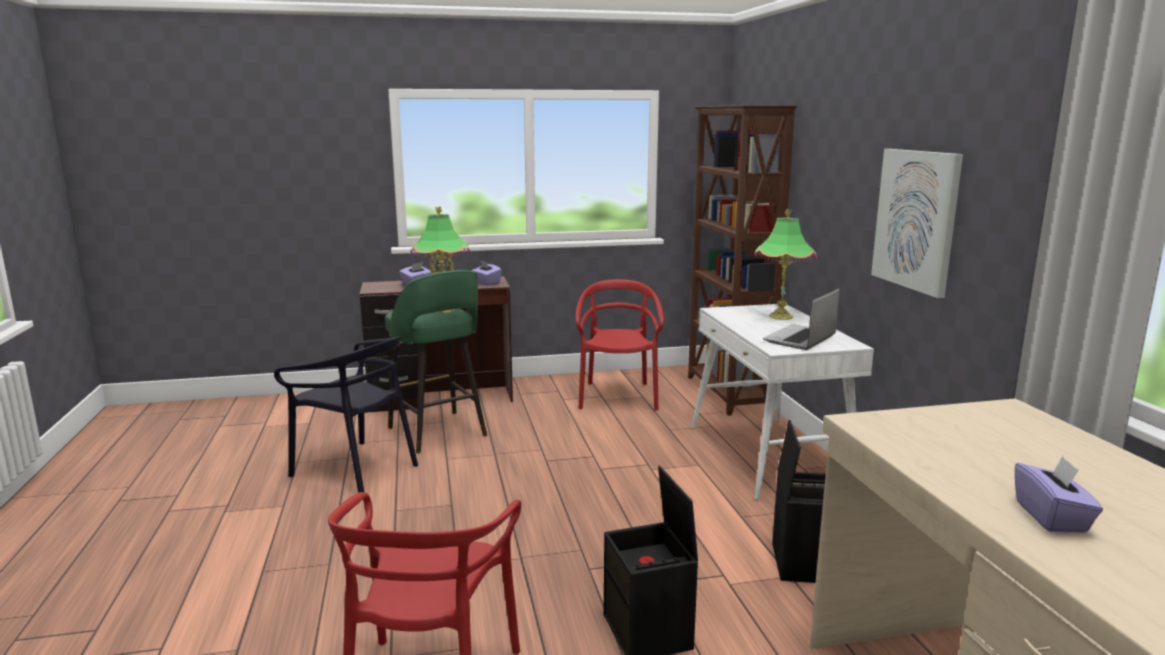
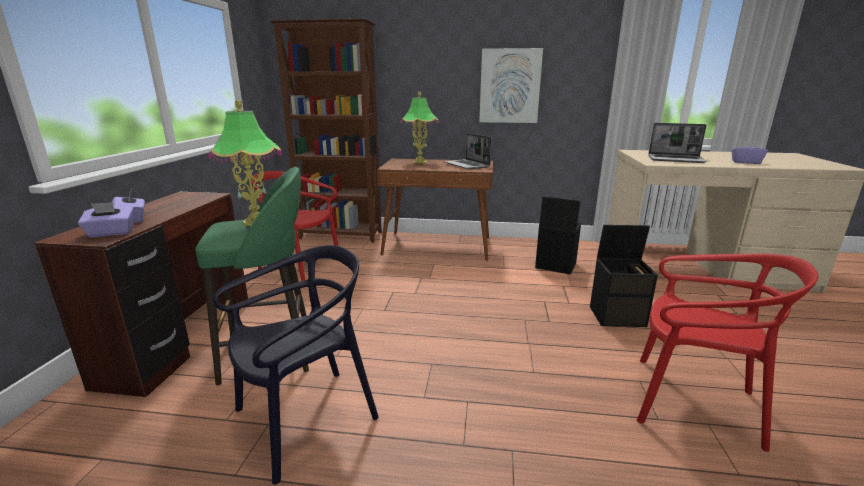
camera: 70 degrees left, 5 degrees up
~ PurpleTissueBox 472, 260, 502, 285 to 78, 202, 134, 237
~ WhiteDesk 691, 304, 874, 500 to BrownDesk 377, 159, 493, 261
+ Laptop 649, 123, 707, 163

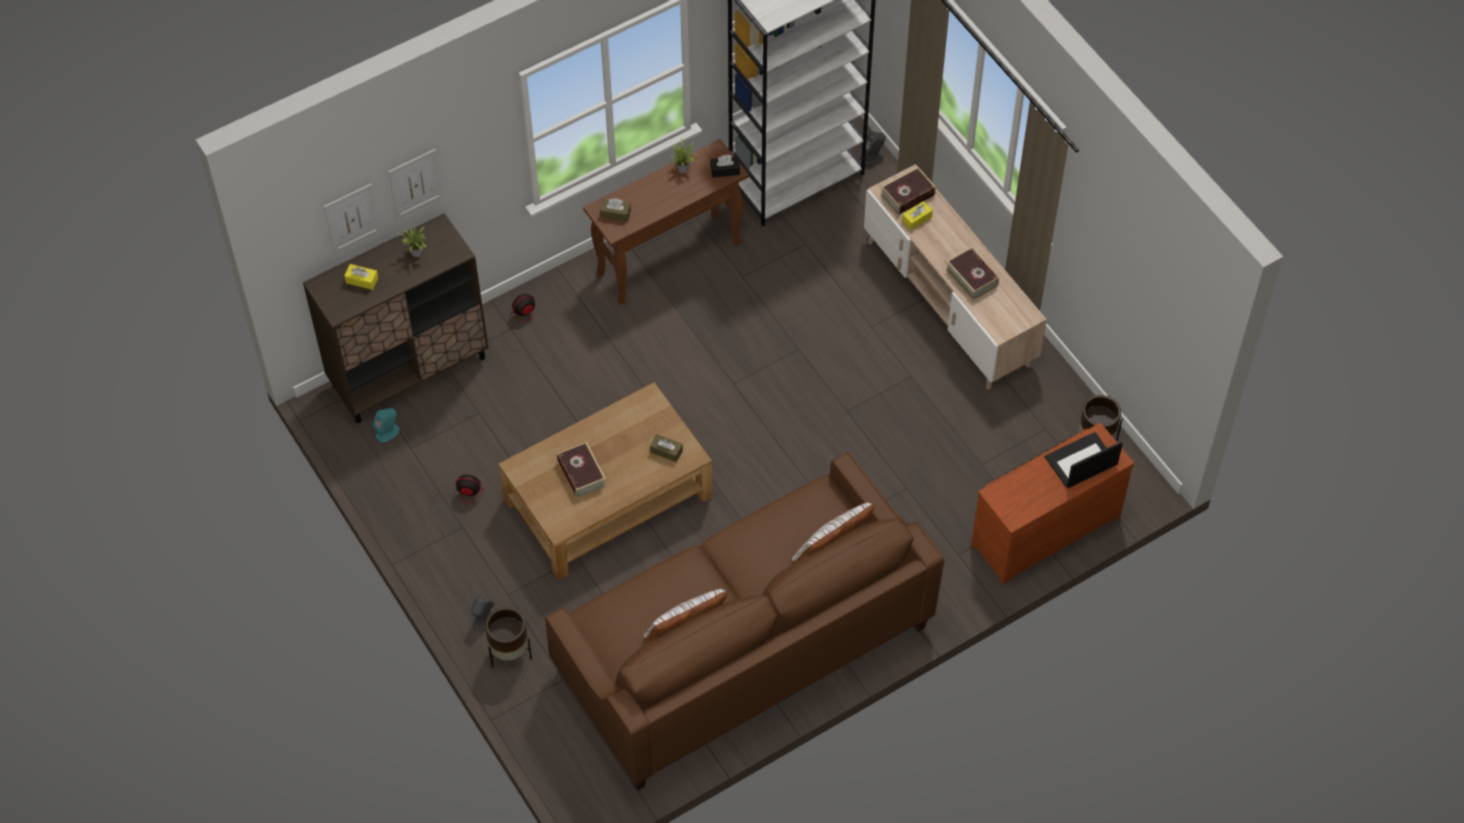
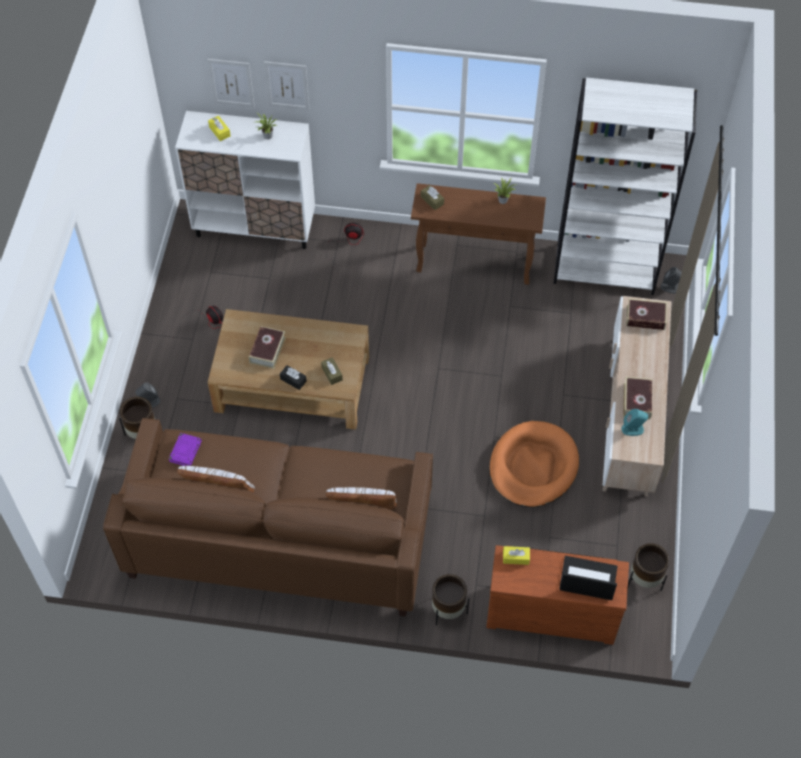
camera: 40 degrees right, 0 degrees up
+ PurpleBook 169, 433, 202, 466
~ BrownCabinet 303, 213, 489, 423 to WhiteCabinet 175, 111, 315, 249
~ BlackTissueBox 710, 155, 740, 178 to 280, 365, 307, 390
+ BrownPlanter 432, 574, 469, 625
+ OrangeDogBed 490, 421, 579, 507
~ YellowTissueBox 902, 201, 933, 230 to 503, 546, 530, 565
~ TurquoiseSpeaker 373, 408, 400, 442 to 622, 409, 648, 436

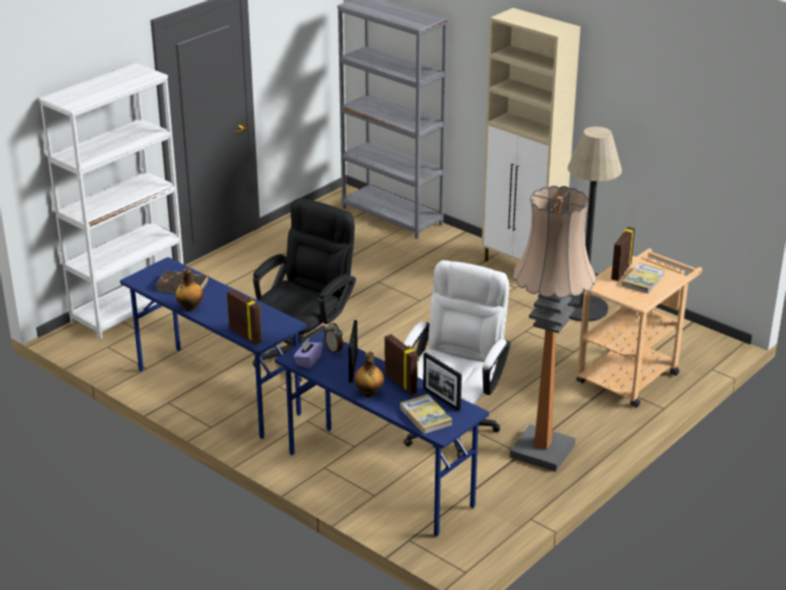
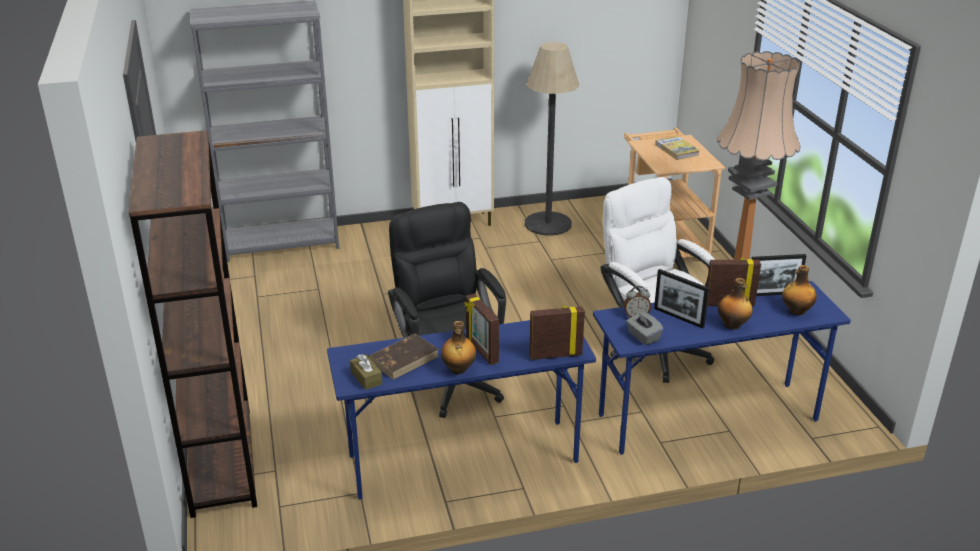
camera: 55 degrees left, 0 degrees up
~ WhiteBookcase 39, 63, 184, 340 to BrownBookcase 129, 130, 257, 518
+ BrownTissueBox 350, 354, 382, 390
~ PictureFrame 611, 227, 635, 281 to 464, 294, 499, 365
~ PurpleTissueBox 293, 338, 323, 368 to GreyTissueBox 626, 311, 664, 345
~ Book 400, 394, 453, 434 to Bottle 782, 265, 817, 315

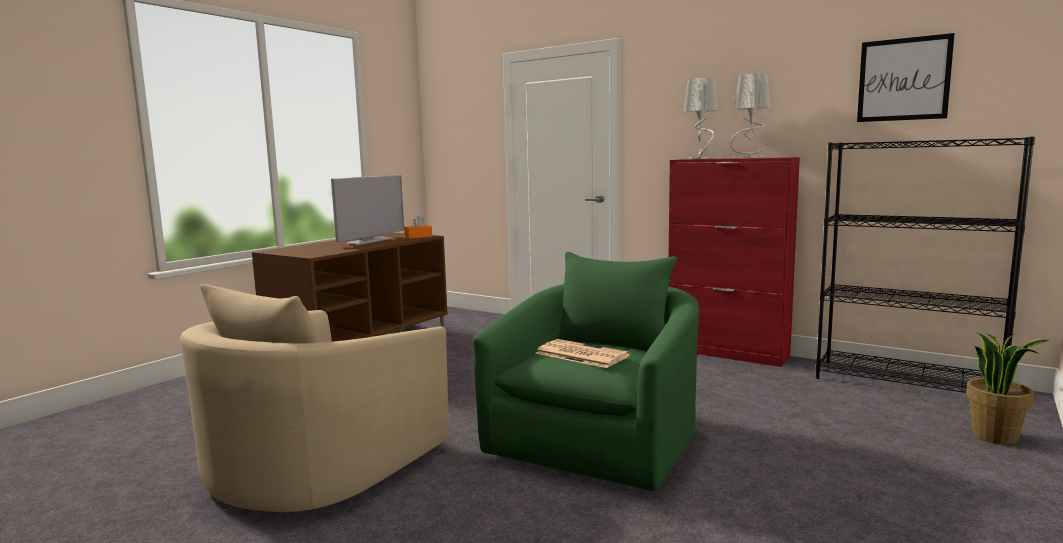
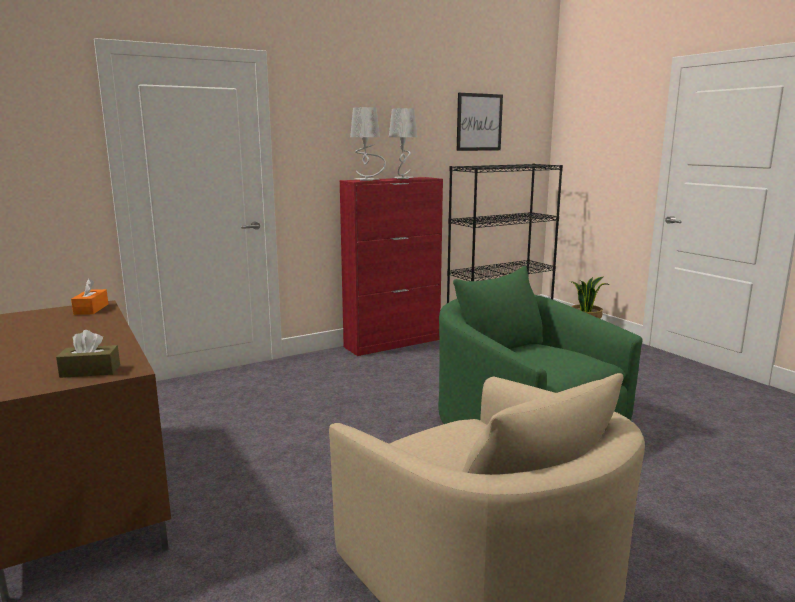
camera: 65 degrees left, 5 degrees up
+ BrownTissueBox 56, 330, 120, 378
- Television 331, 175, 404, 245
- Newspaper 535, 339, 630, 368

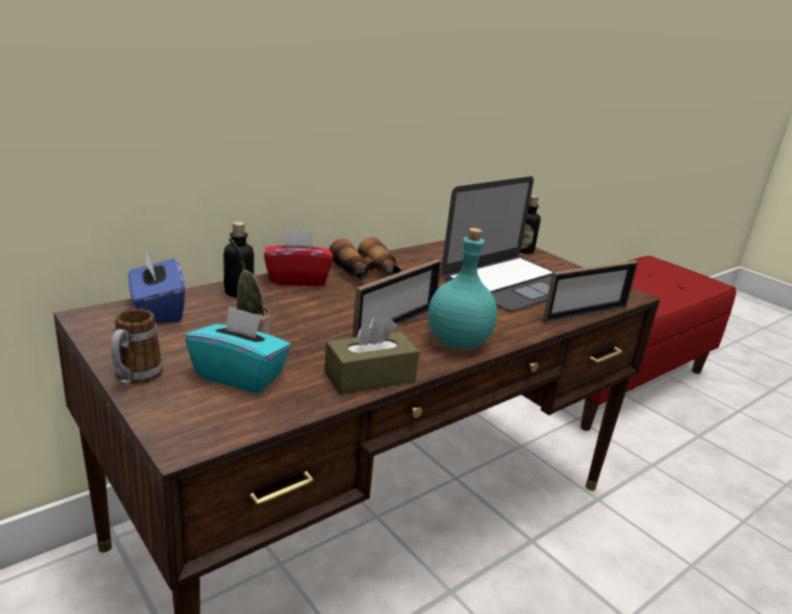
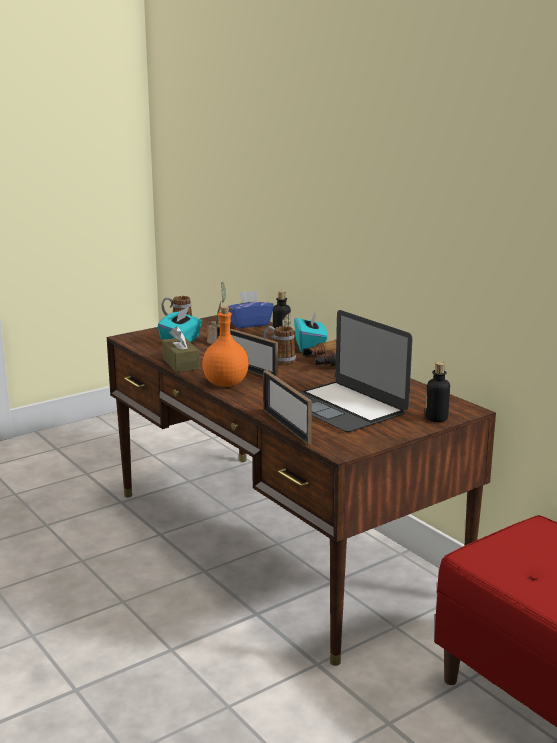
camera: 95 degrees right, 5 degrees down
~ TurquoiseBottle 428, 228, 497, 349 to OrangeBottle 202, 306, 249, 387
+ Mug 264, 326, 296, 365
~ RedTissueBox 264, 228, 333, 286 to TurquoiseTissueBox 294, 312, 328, 353

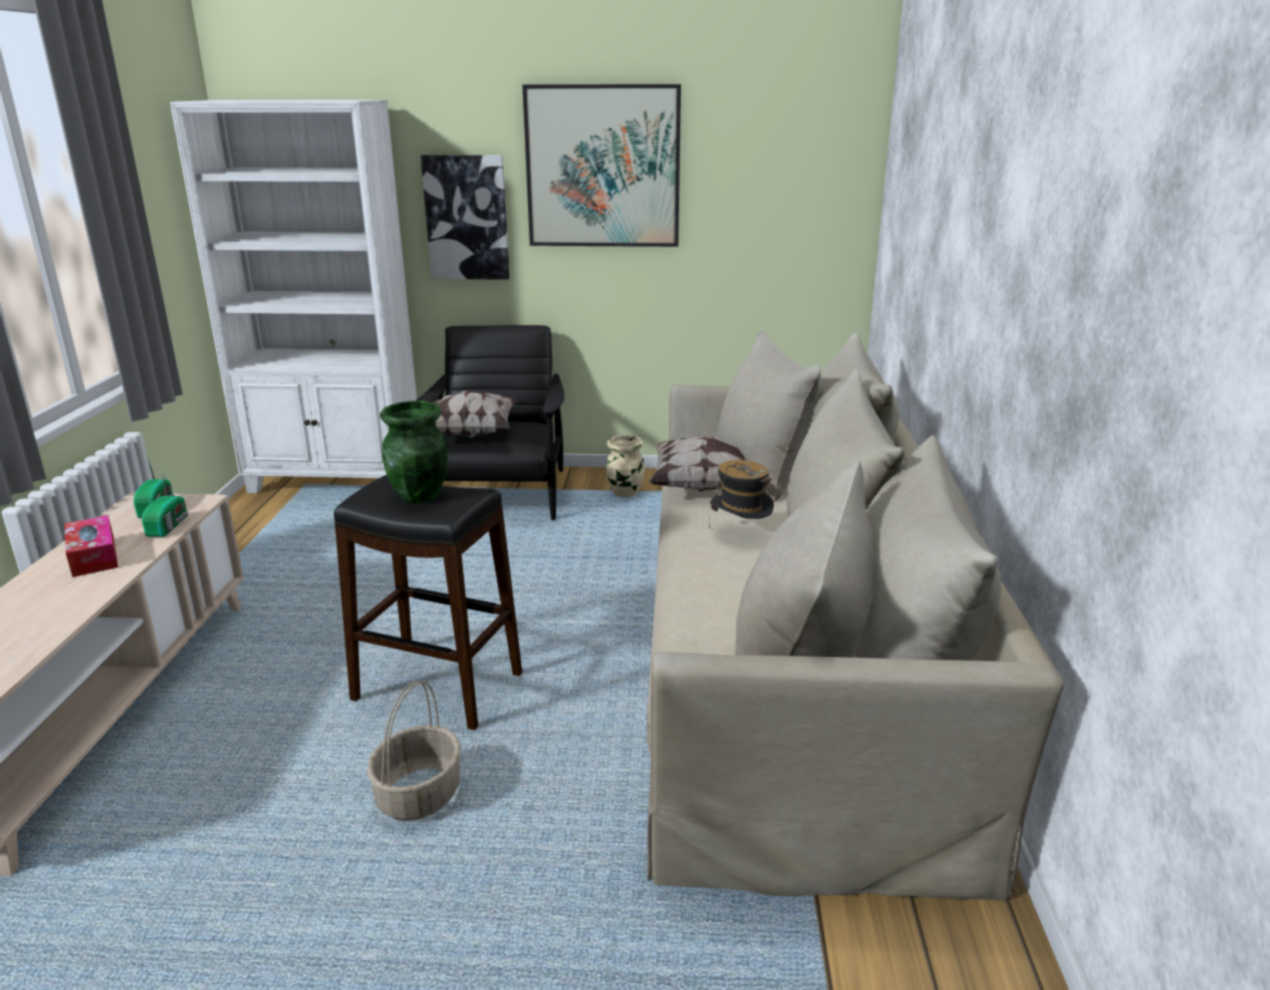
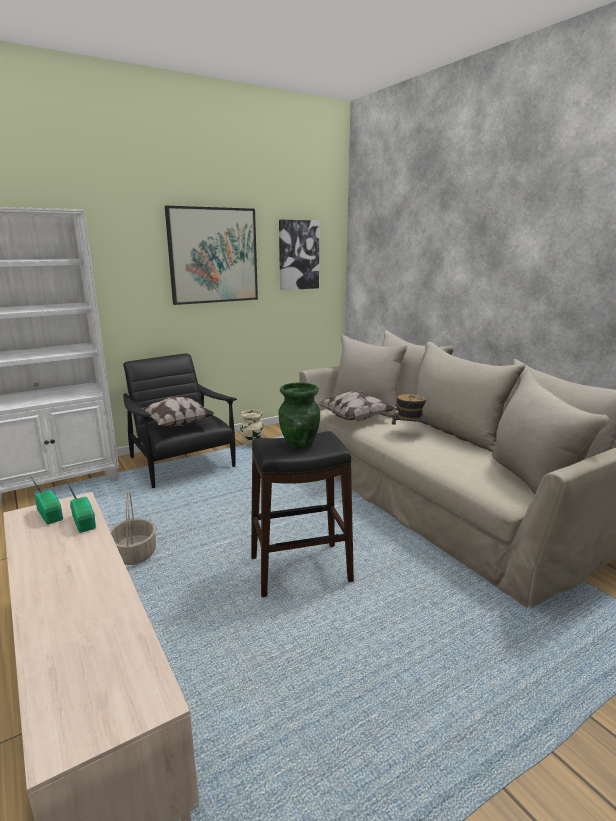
camera: 35 degrees left, 5 degrees down
~ Basket 367, 680, 461, 821 to 110, 491, 156, 565
~ Picture 421, 155, 510, 280 to 279, 220, 319, 290
- TissueBox 64, 515, 118, 577

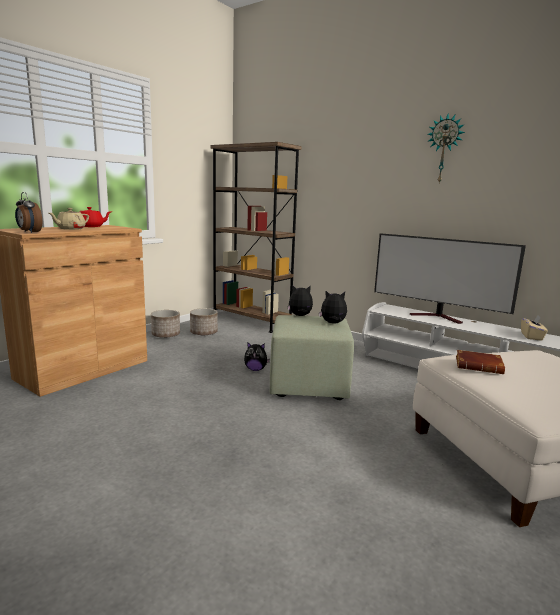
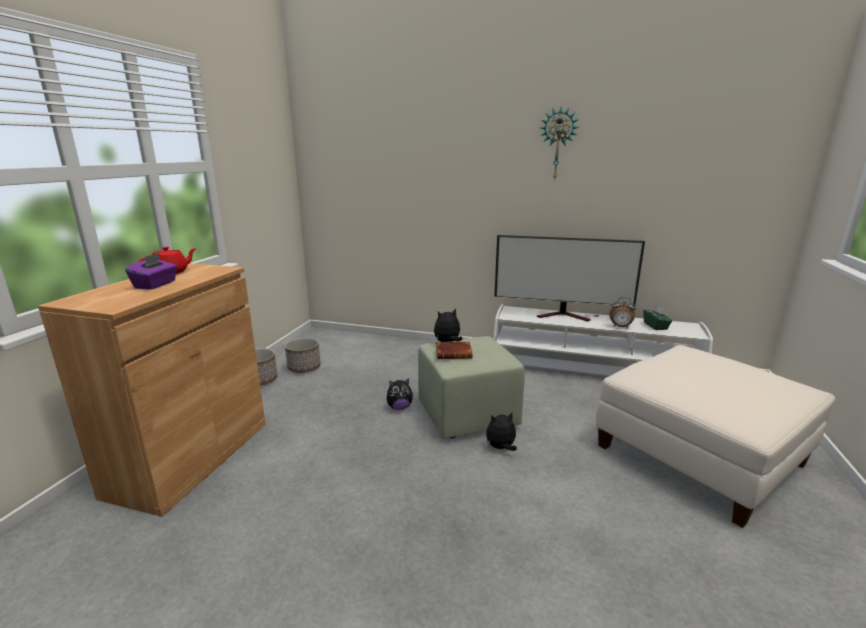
camera: 20 degrees left, 5 degrees up
~ BeigeTeapot 49, 208, 89, 230 to PurpleTissueBox 125, 253, 177, 290
~ BrownBook 456, 350, 505, 374 to 436, 341, 473, 359
~ PlushToy 319, 291, 347, 323 to 486, 413, 517, 451
~ AlarmClock 15, 192, 42, 233 to 610, 297, 636, 328
~ BeigeTissueBox 521, 316, 548, 341 to GreenTissueBox 643, 306, 672, 330
- BrownBookcase 211, 142, 301, 333

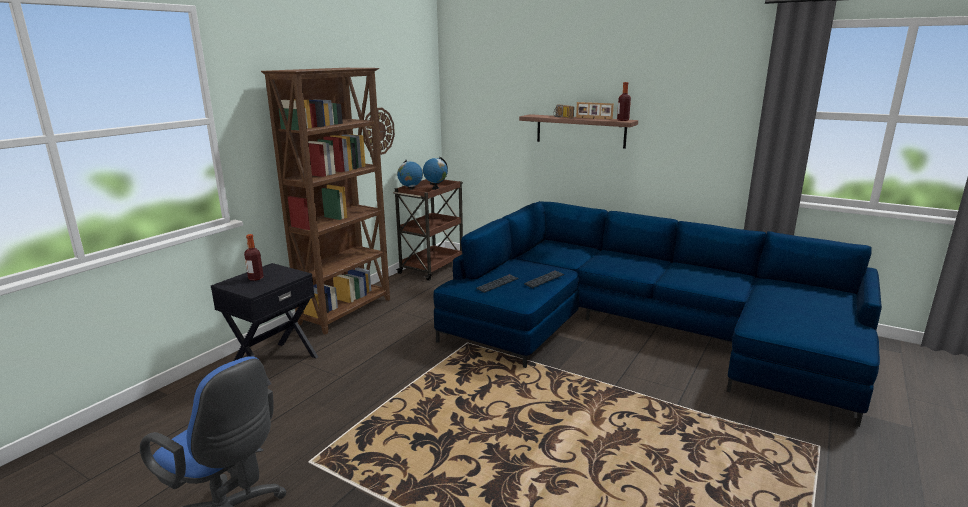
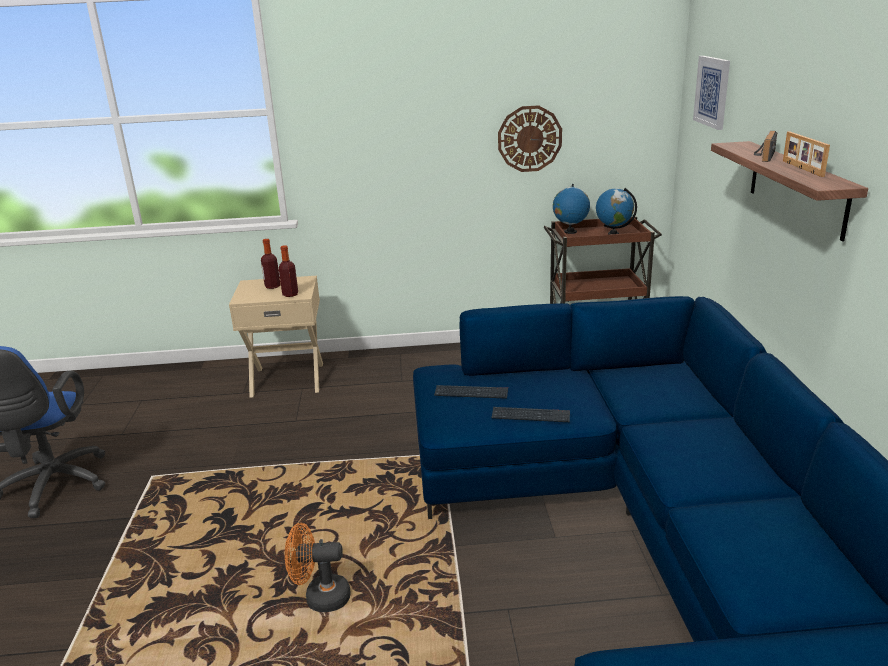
camera: 55 degrees right, 5 degrees up
~ BlackNightstand 211, 263, 318, 386 to BeigeNightstand 229, 276, 323, 398
~ Bottle 617, 82, 631, 121 to 279, 245, 298, 297
+ OrangeFan 285, 523, 350, 612
+ Picture 693, 56, 730, 130
- BrownBookcase 261, 68, 390, 335

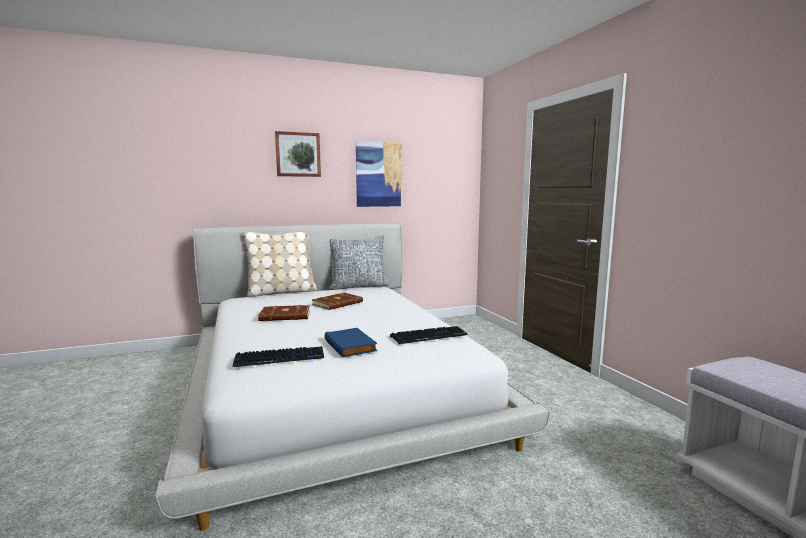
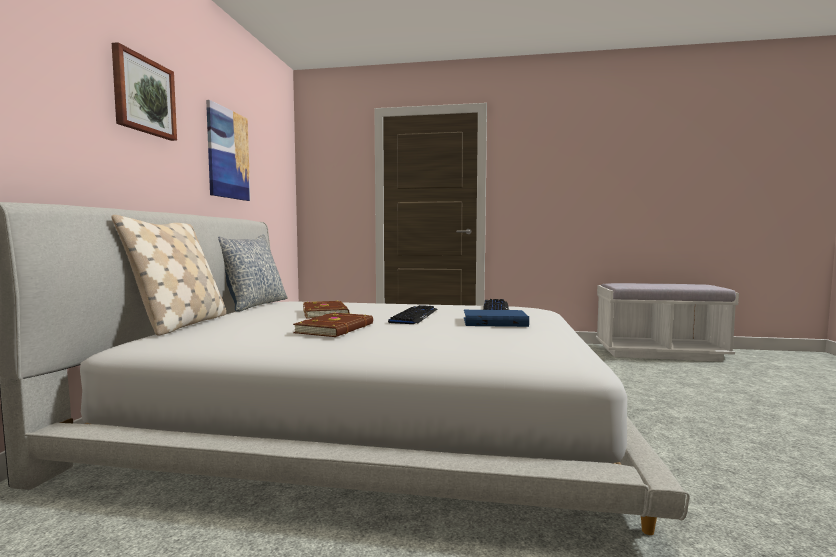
camera: 60 degrees left, 5 degrees down
~ Keyboard 232, 346, 324, 367 to 388, 305, 437, 324

